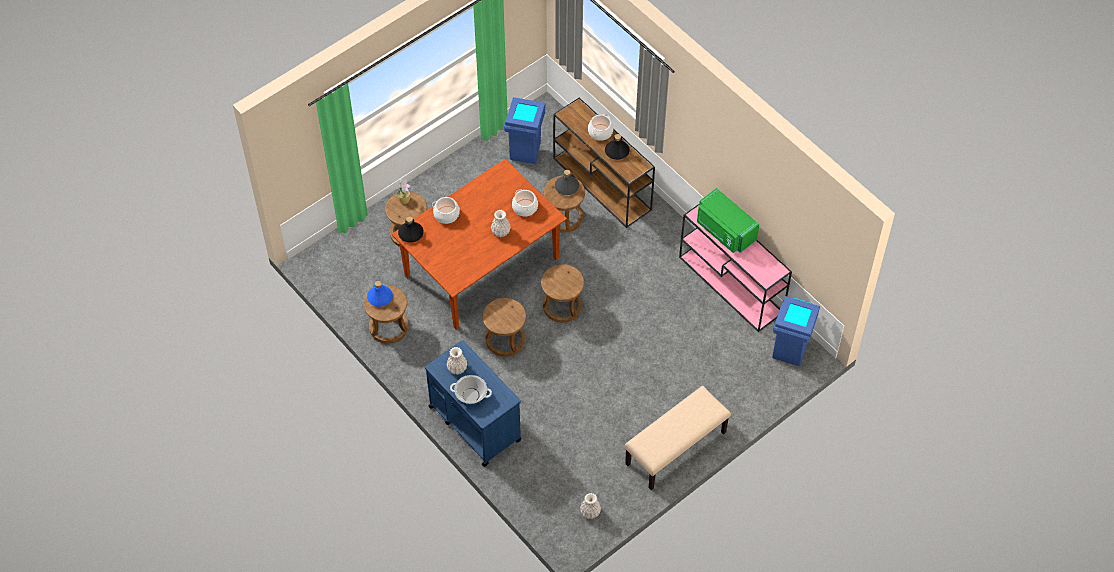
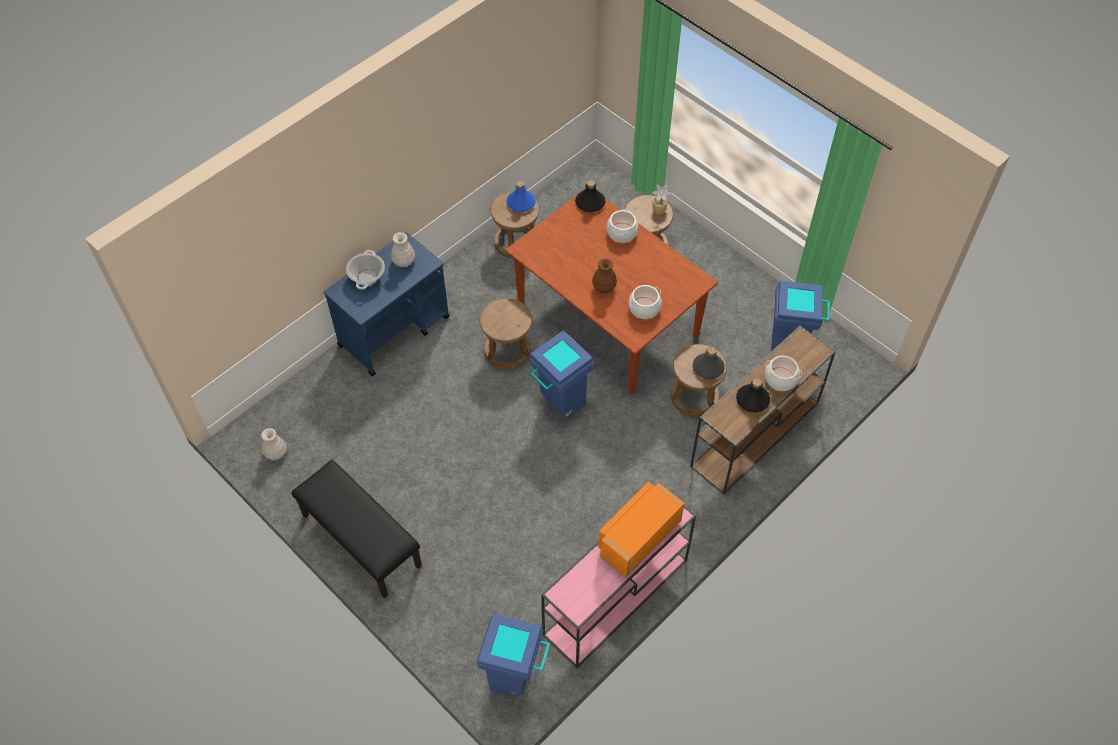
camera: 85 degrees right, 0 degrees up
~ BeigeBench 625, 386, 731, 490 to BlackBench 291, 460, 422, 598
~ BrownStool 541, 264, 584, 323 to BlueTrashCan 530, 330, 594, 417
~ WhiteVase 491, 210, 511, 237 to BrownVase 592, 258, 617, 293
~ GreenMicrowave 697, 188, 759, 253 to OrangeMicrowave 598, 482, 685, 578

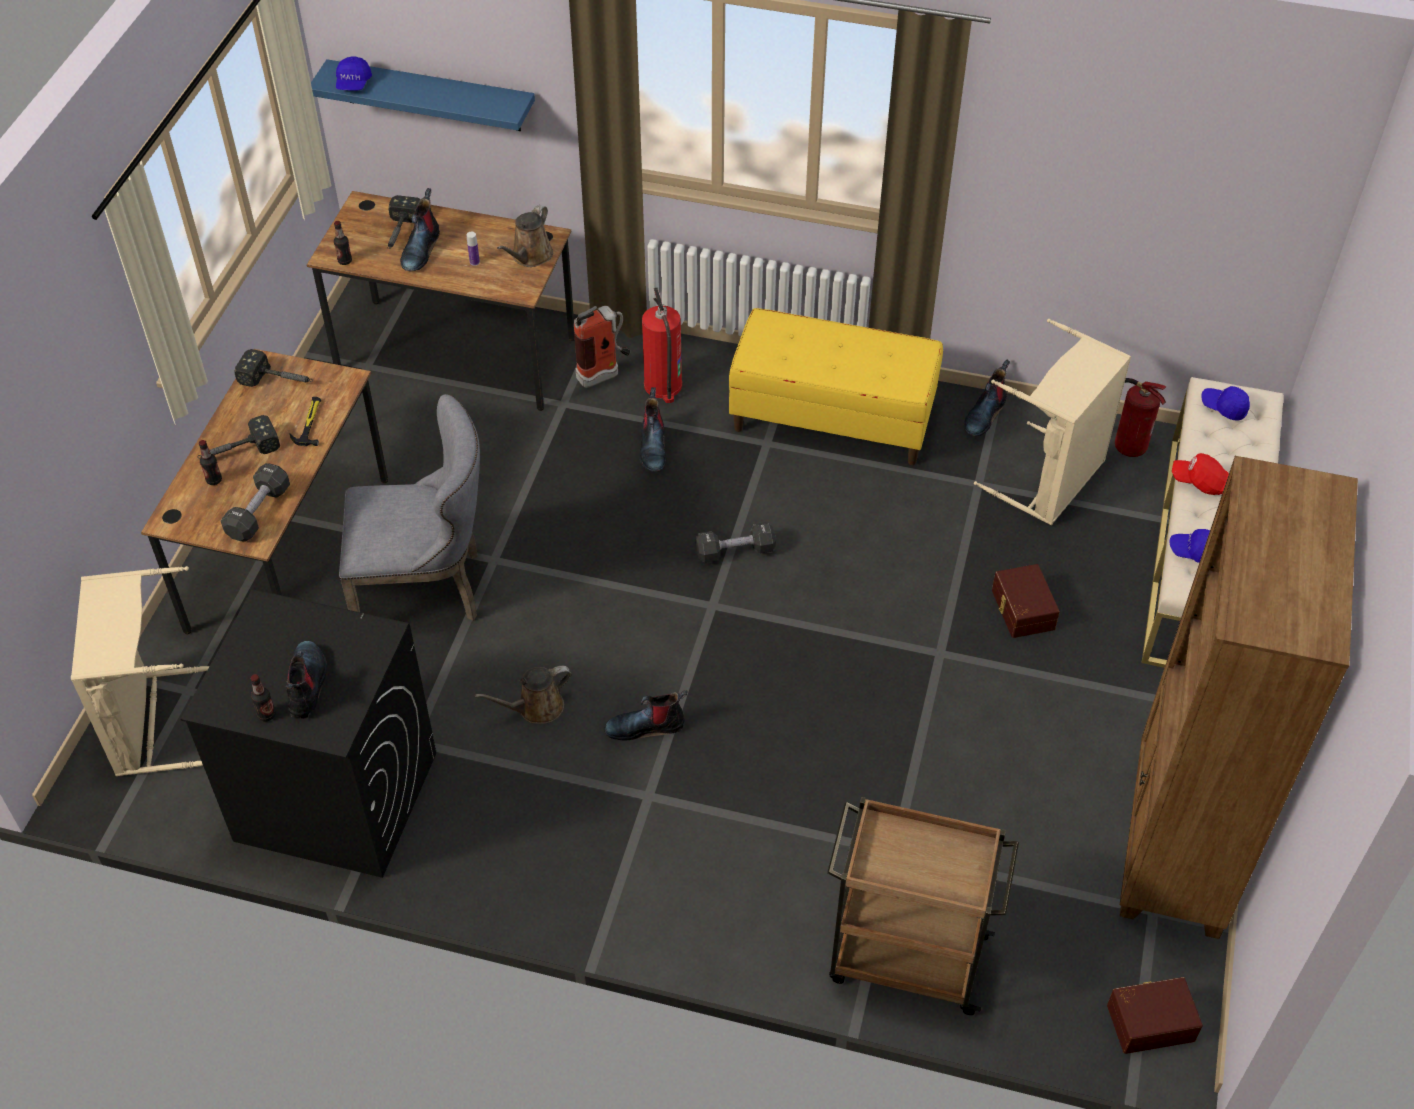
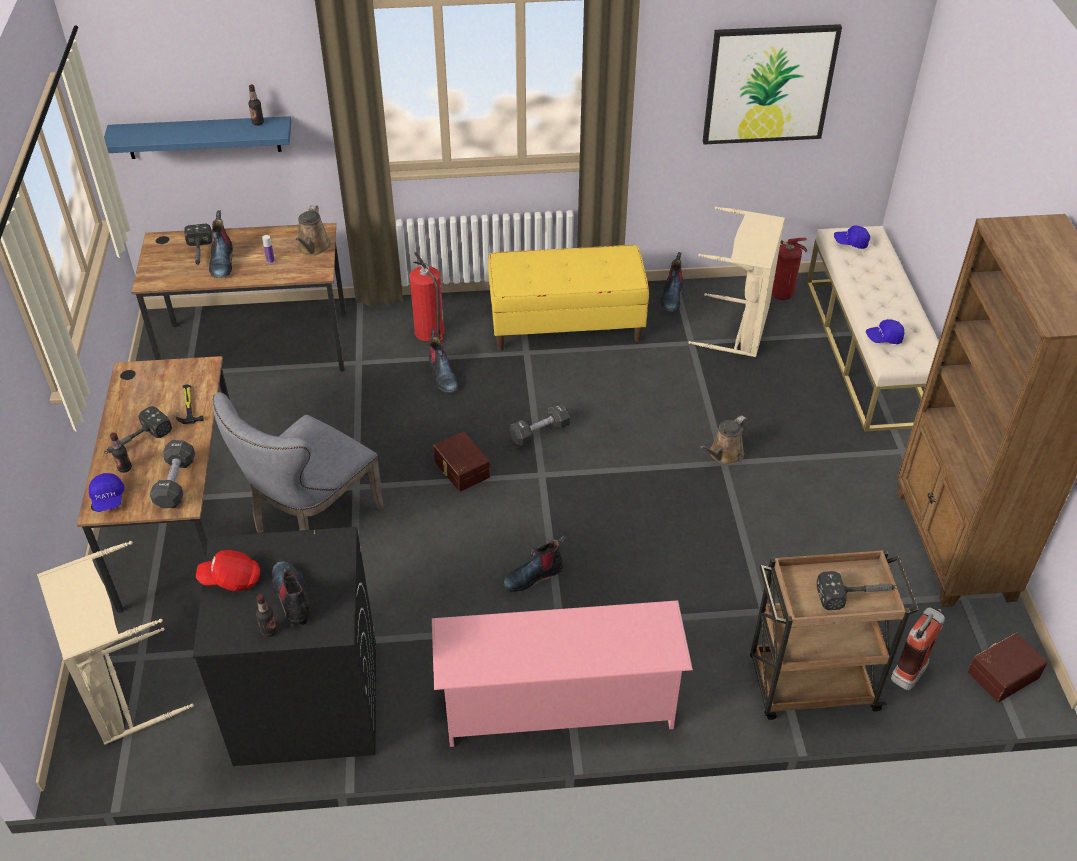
camera: 20 degrees left, 5 degrees down
~ BlueCap 336, 56, 372, 90 to 89, 473, 125, 511
~ RedCap 1172, 453, 1229, 495 to 196, 550, 260, 591
~ GreyChair 339, 394, 480, 621 = 212, 392, 384, 533 150 degrees clockwise
~ Bottle 334, 221, 352, 265 to 248, 84, 264, 126
+ PinkShoeRack 432, 600, 693, 747
~ BrownStorageBox 992, 564, 1060, 638 to 433, 431, 490, 492
~ BrownWateringCan 475, 666, 571, 724 to 699, 416, 748, 465
+ Picture 703, 24, 842, 145
~ Hammer 234, 349, 313, 387 to 817, 571, 898, 610
~ FireExtinguisher 574, 306, 630, 388 to 891, 608, 945, 690

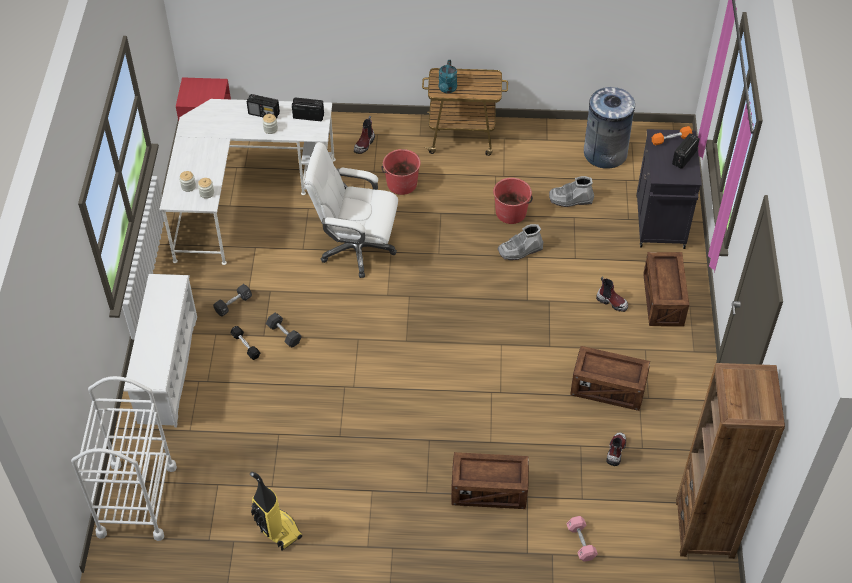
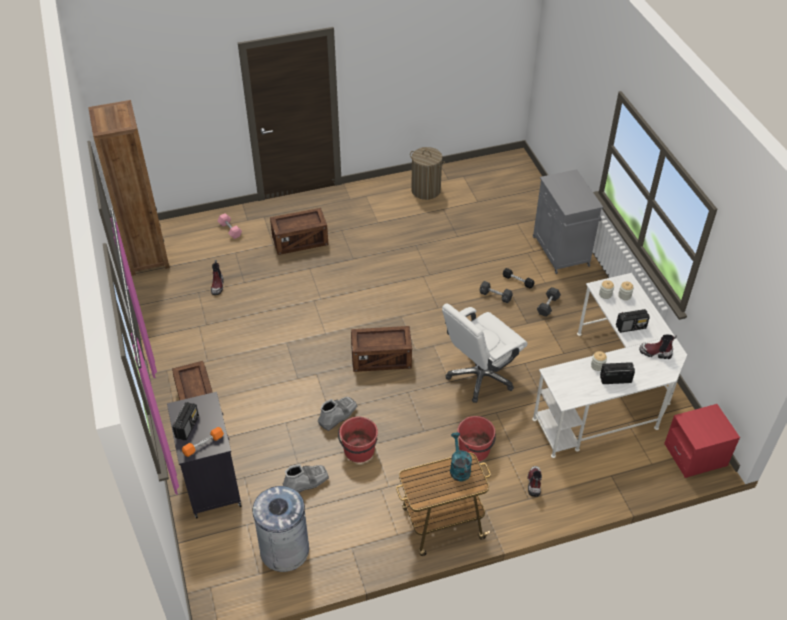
camera: 160 degrees right, 5 degrees down
~ Crate 570, 346, 650, 411 to 351, 326, 412, 372
~ VacuumCleaner 250, 472, 302, 551 to LaundryBasket 410, 147, 445, 200
~ WhiteOfficeChair 305, 142, 398, 278 = 442, 303, 528, 403 150 degrees clockwise
~ WhiteShoeRack 123, 274, 197, 428 to GreyCabinet 533, 169, 603, 274
~ Radio 292, 97, 324, 121 to 616, 309, 650, 333
~ Boot 596, 277, 628, 312 to 639, 335, 677, 359
- WhiteCart 71, 376, 177, 541

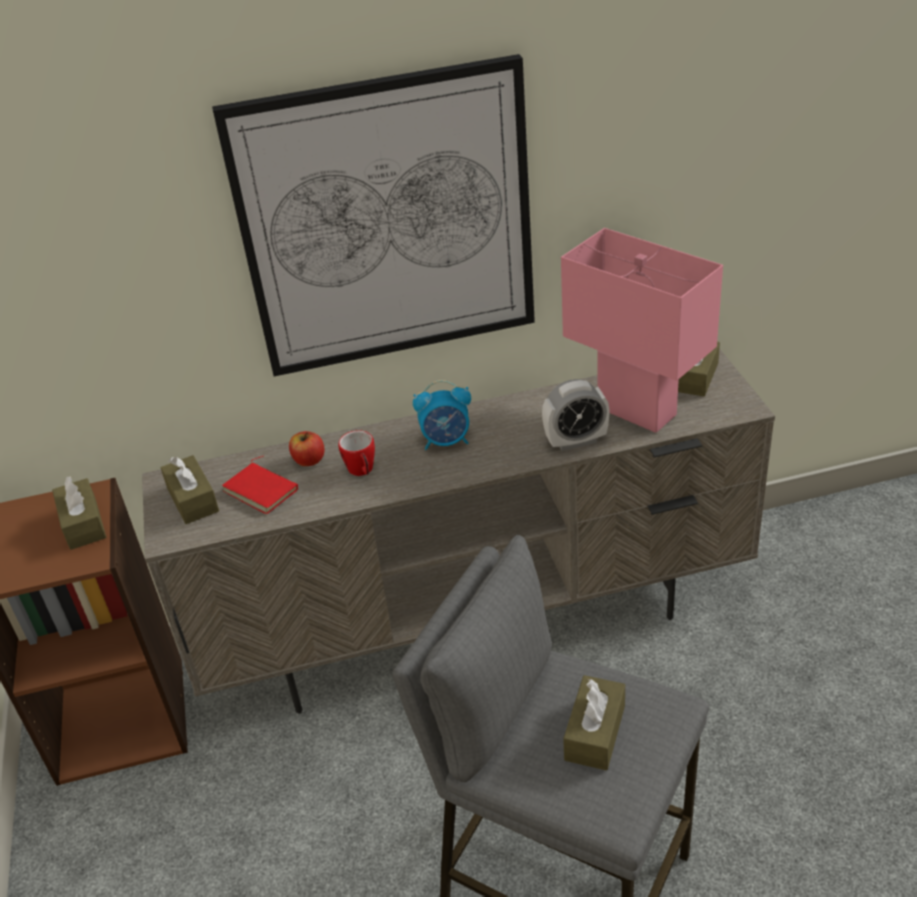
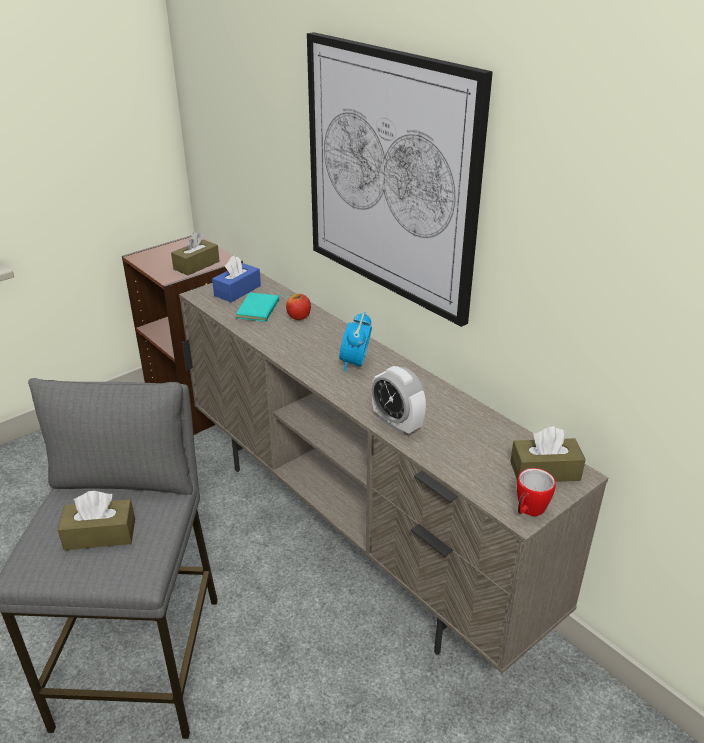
camera: 60 degrees right, 5 degrees down
~ BrownTissueBox 161, 455, 219, 524 to BlueTissueBox 212, 256, 261, 302
~ RedBook 222, 456, 298, 514 to TurquoiseBook 236, 293, 288, 322
~ AlarmClock 413, 380, 471, 450 = 339, 312, 372, 372 45 degrees clockwise
~ Mug 338, 430, 375, 476 to 517, 468, 556, 516
- PinkTableLamp 561, 228, 723, 433

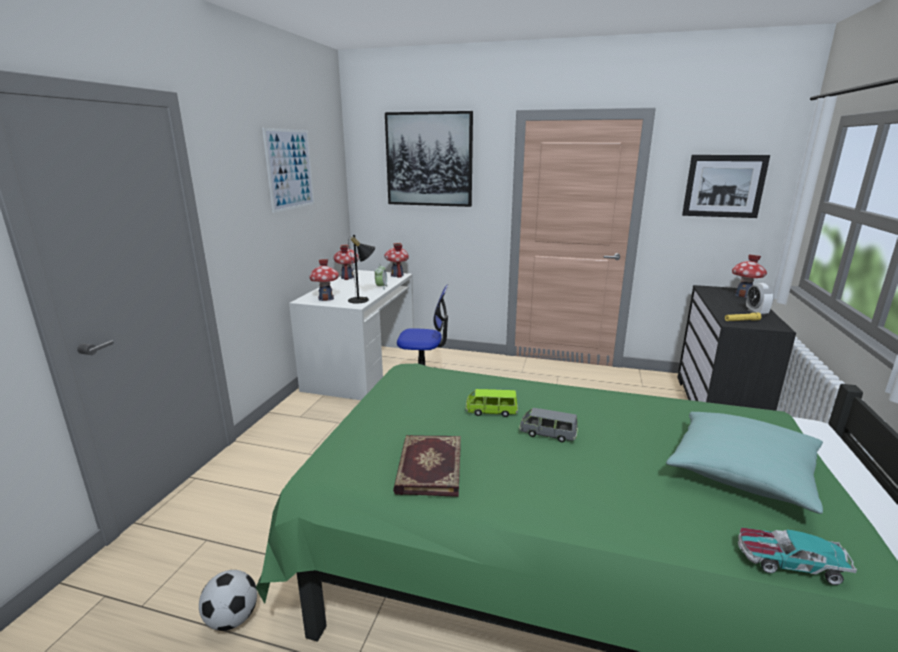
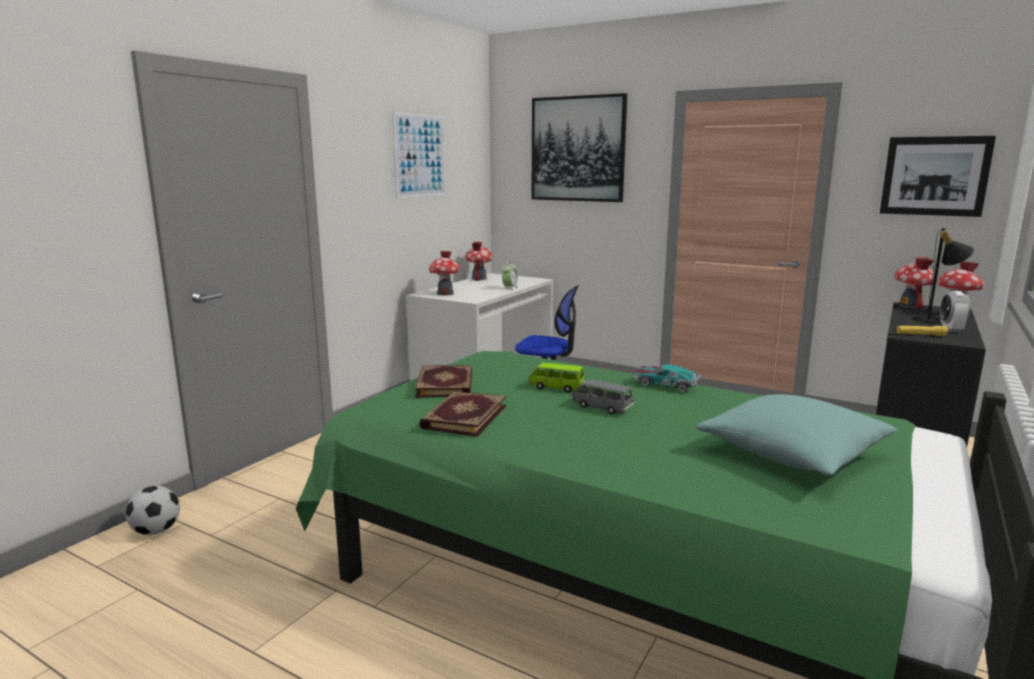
camera: 15 degrees right, 5 degrees down
~ Football 199, 570, 257, 631 to 125, 486, 180, 535
+ Book 415, 365, 472, 398
~ ToyCar 738, 527, 857, 585 to 634, 364, 701, 393
~ ToyHouse 384, 243, 409, 278 to 894, 257, 934, 310
~ BlackTableLamp 348, 235, 375, 304 to 912, 228, 974, 324

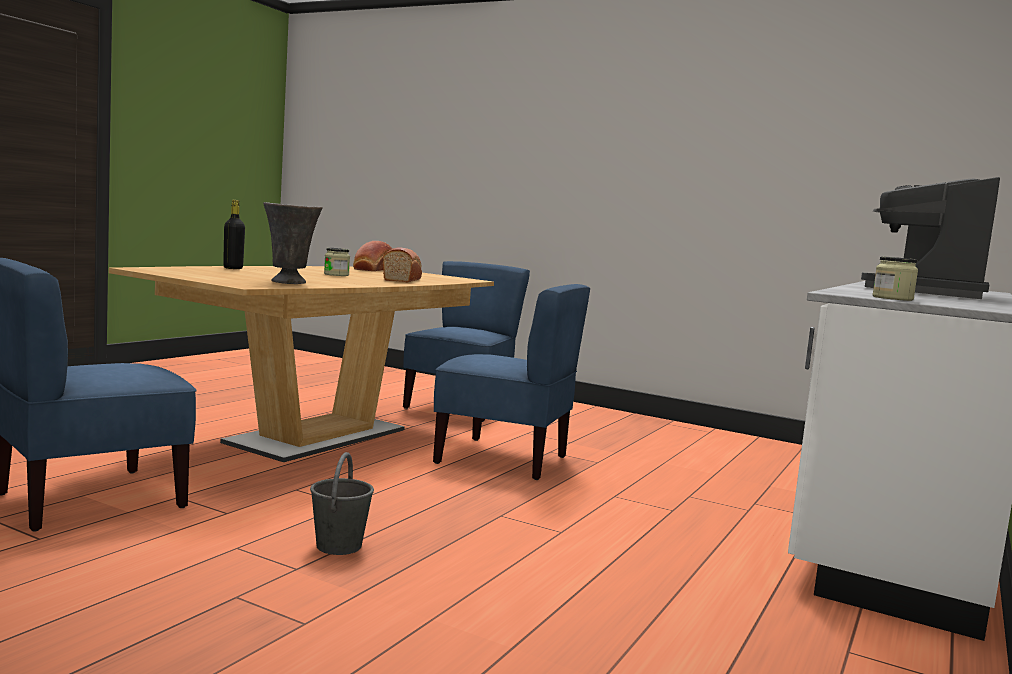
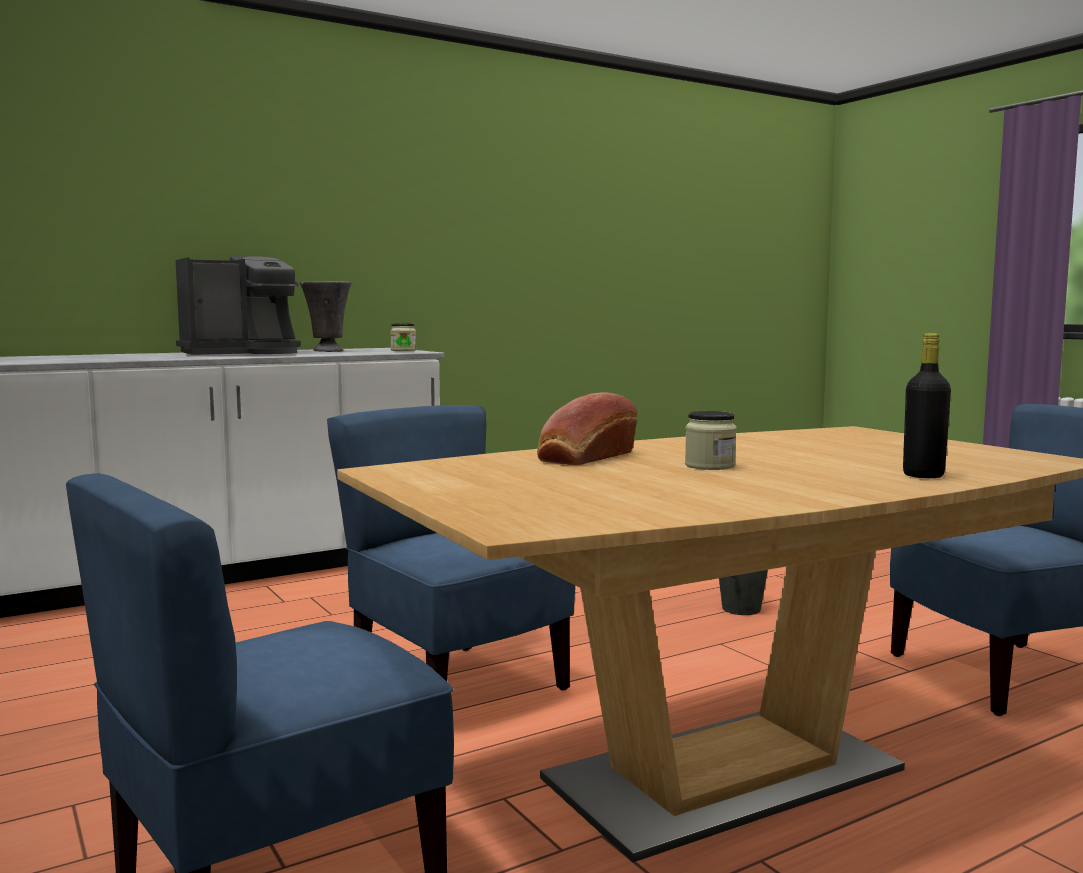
camera: 150 degrees left, 0 degrees up
~ GreyVase 263, 202, 323, 284 to 300, 281, 351, 352
- Bread 353, 241, 392, 271

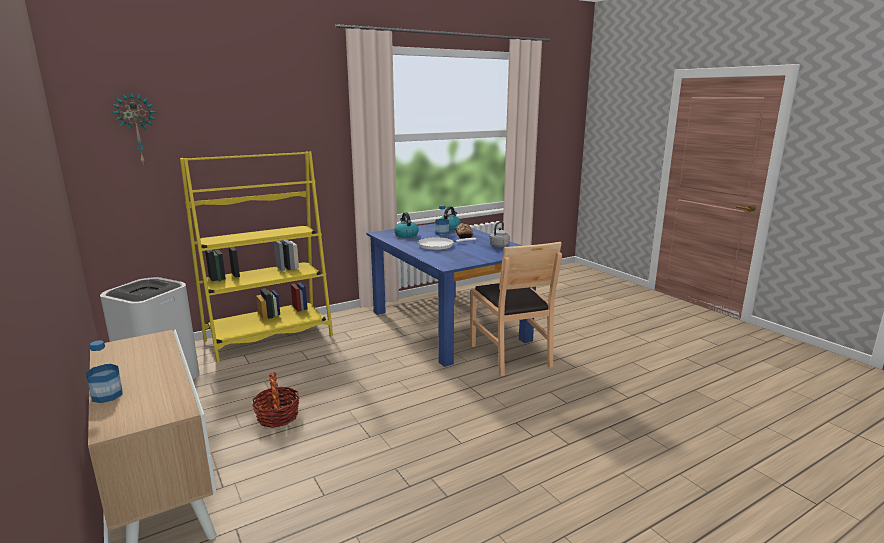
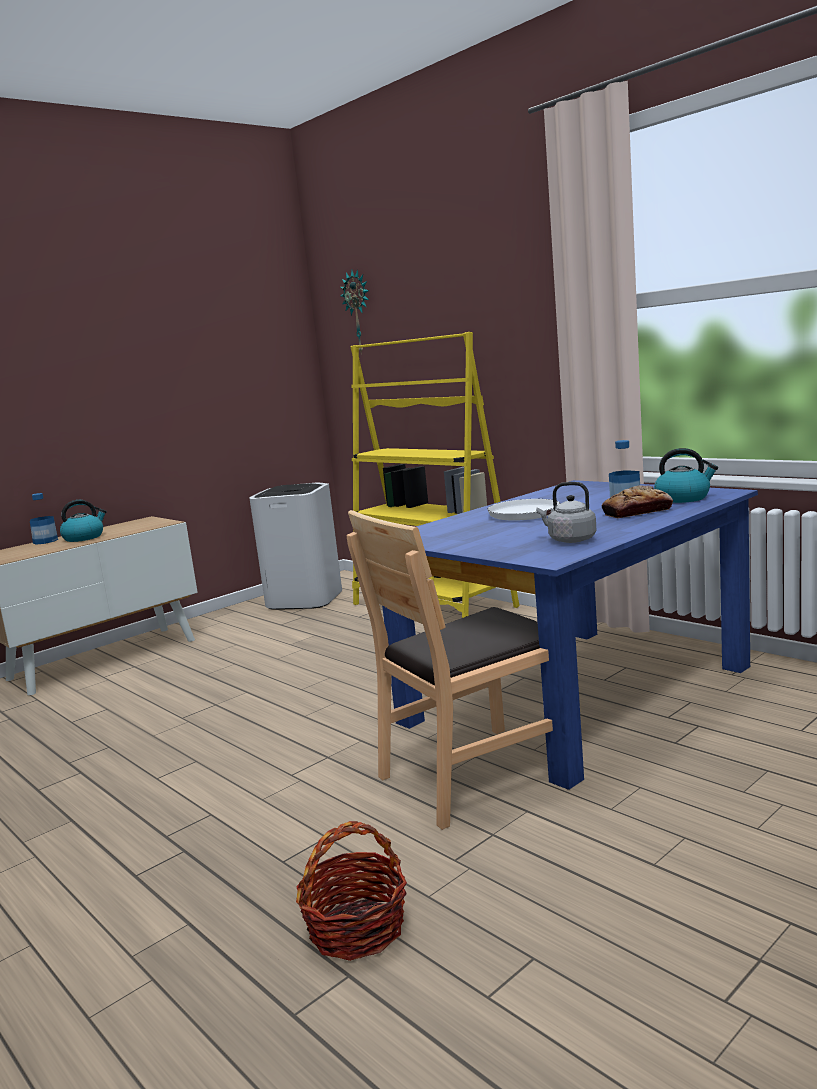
camera: 80 degrees right, 5 degrees down
~ Kettle 394, 212, 419, 238 to 60, 500, 107, 542
~ Basket 253, 372, 299, 428 to 296, 821, 407, 961

